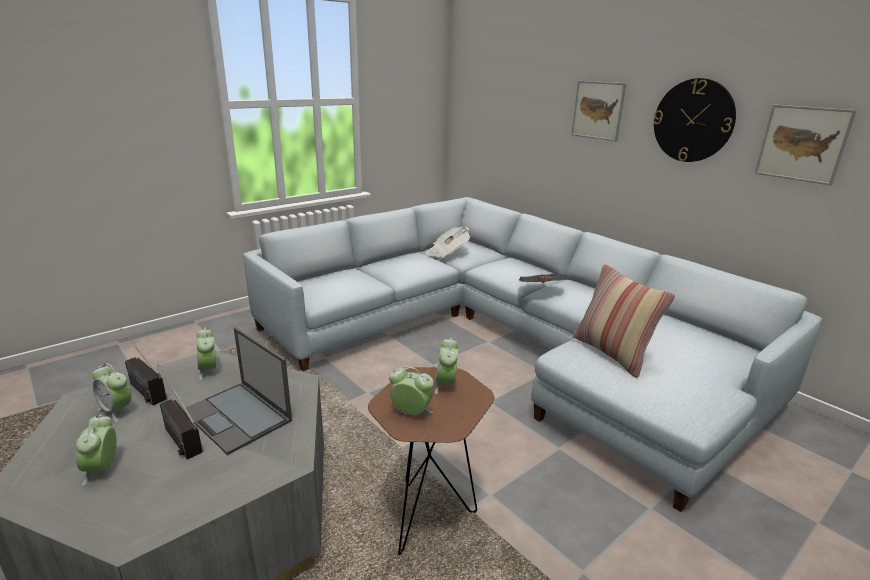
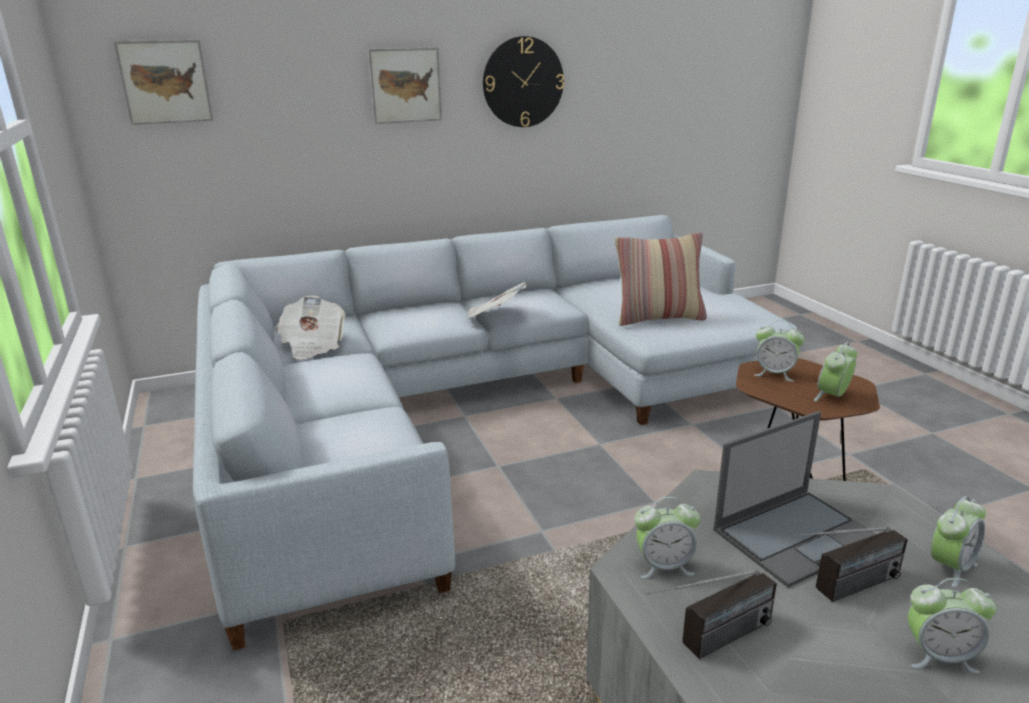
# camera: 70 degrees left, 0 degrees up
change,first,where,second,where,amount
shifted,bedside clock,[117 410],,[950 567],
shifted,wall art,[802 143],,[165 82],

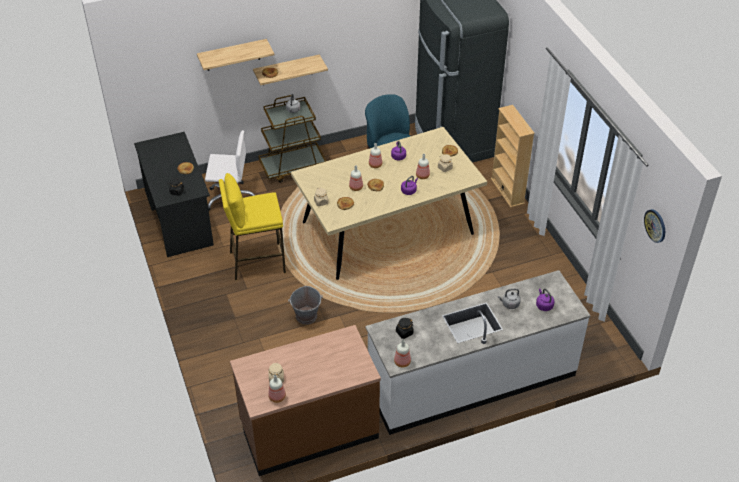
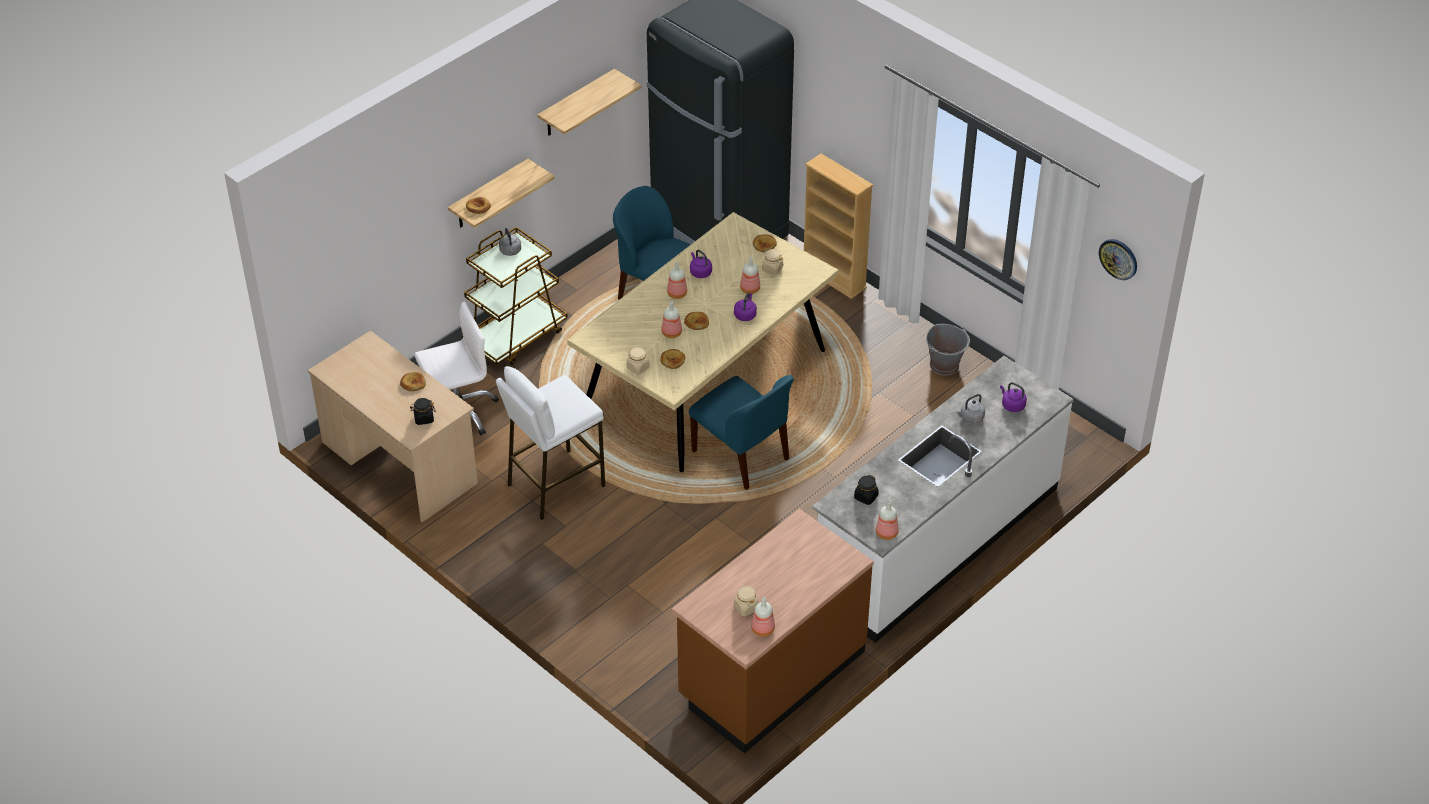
# camera: 25 degrees left, 0 degrees up
change,first,where,second,where,amount
new,,,bluish upright chair,[742 456],
shifted,bracket shelf,[232 55],,[576 104],
shifted,greyish water bucket,[306 316],,[945 365],
repainted,blackish desk unit,[179 218],beige-coloured desk unit,[399 463],
repainted,yellow-coloured sitting stool,[257 261],white sitting stool,[555 485],

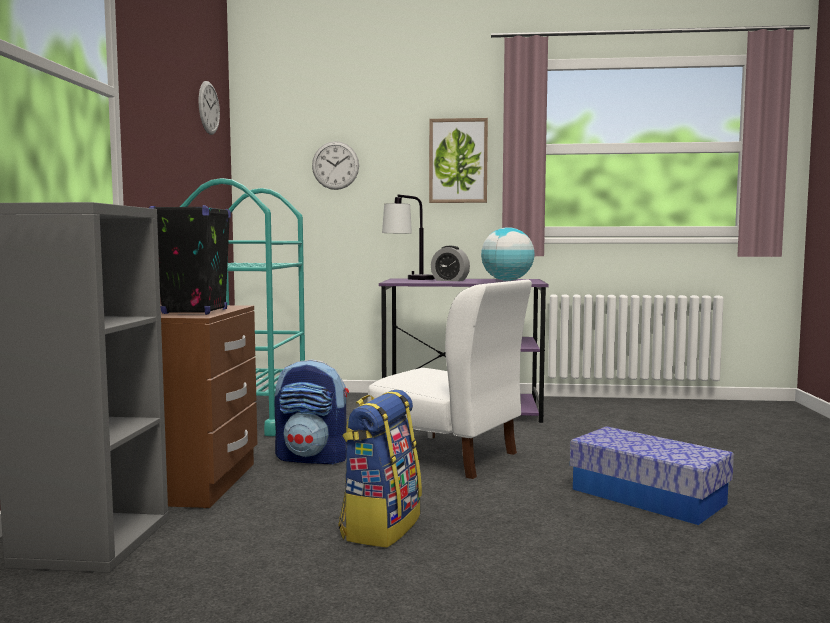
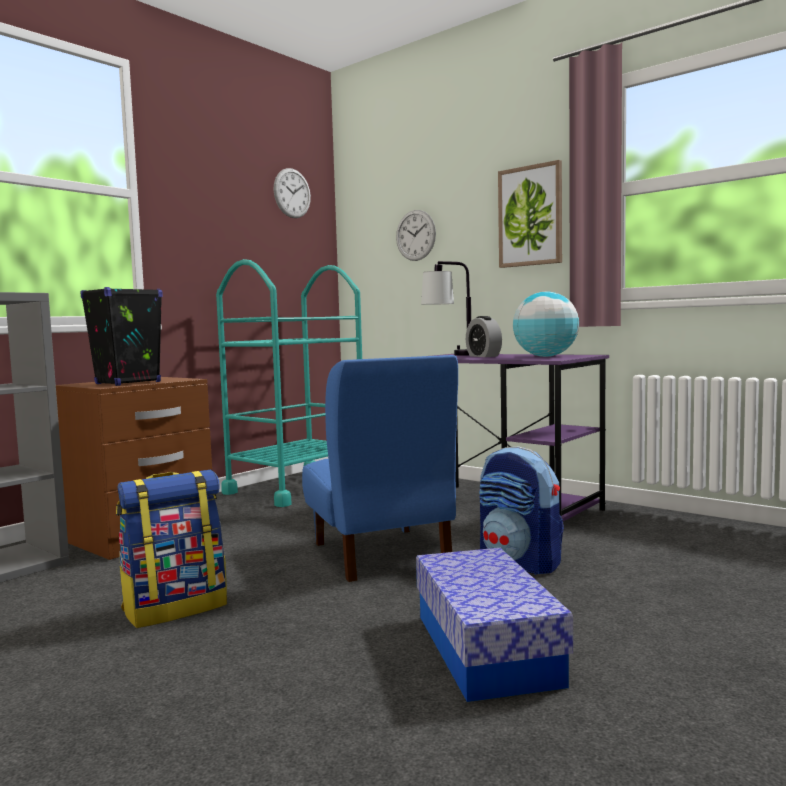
# camera: 35 degrees right, 0 degrees up
change,first,where,second,where,amount
shifted,backpack,[313 458],,[520 562],
repainted,white upright chair,[450 456],bluish upright chair,[380 553],

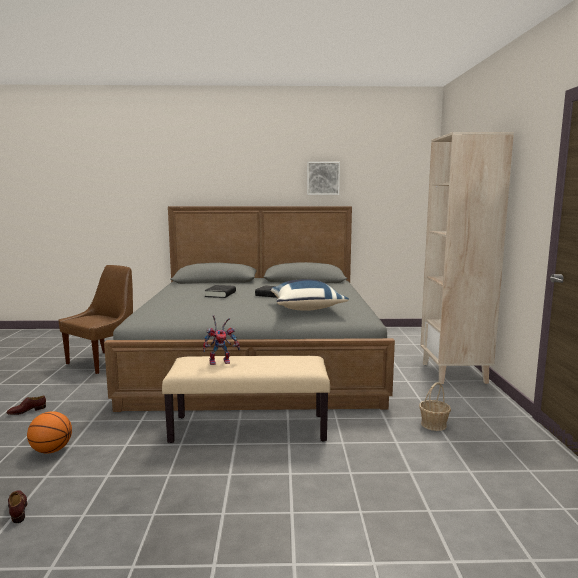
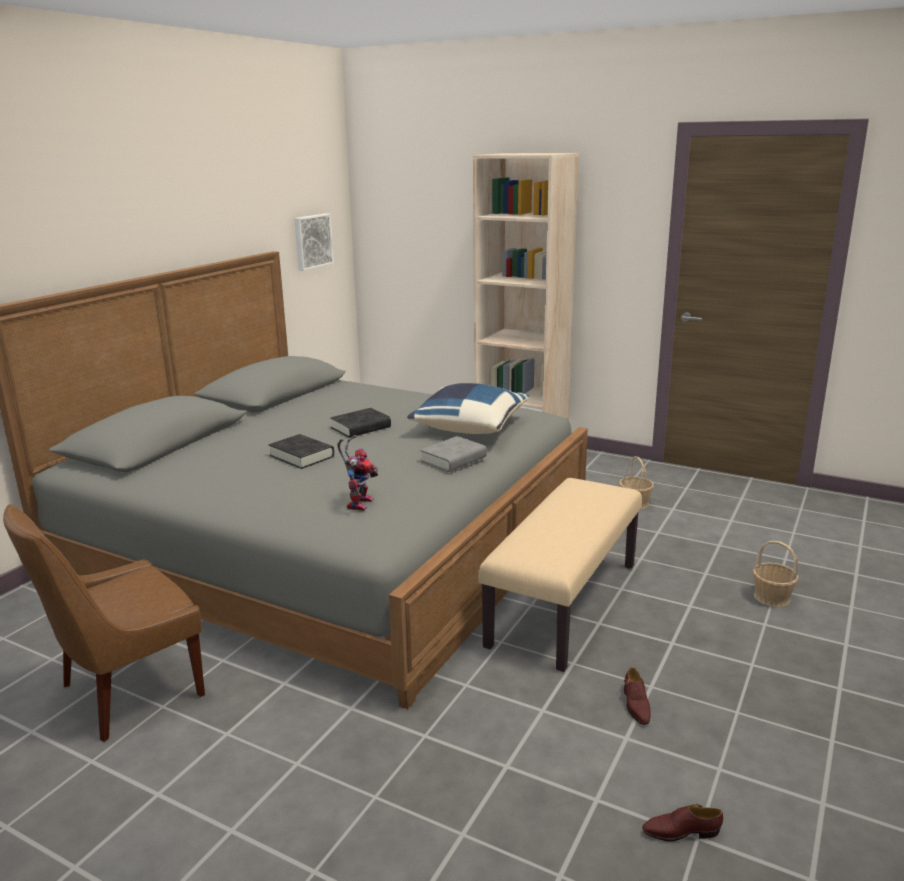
# camera: 60 degrees left, 10 degrees up
change,first,where,second,where,amount
gone,basketball,[51 450],,,
new,,,greyish book,[453 459],
new,,,storage basket,[771 597],
shifted,brown low shoe,[27 411],,[635 705],
shifted,toy robot,[221 361],,[359 502],
shifted,wall art,[323 178],,[312 241],
rotated,brown upright chair,[103 362],,[127 692],105 degrees counterclockwise

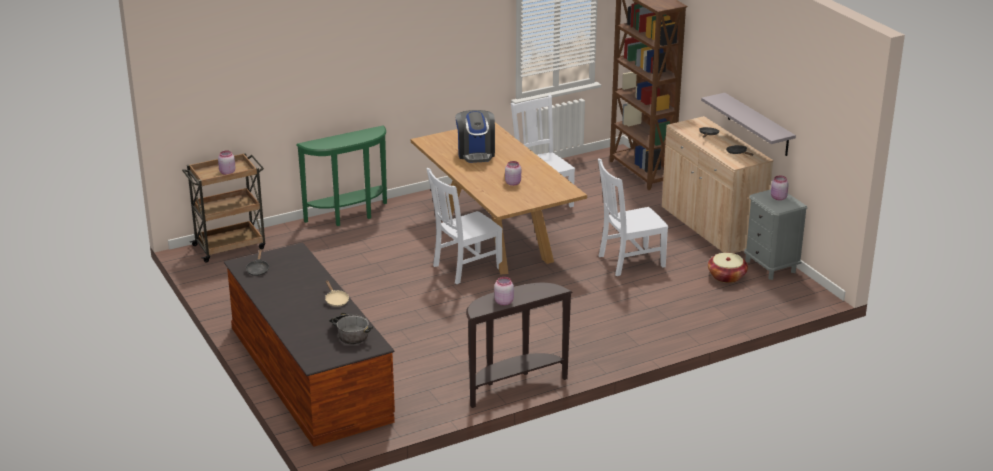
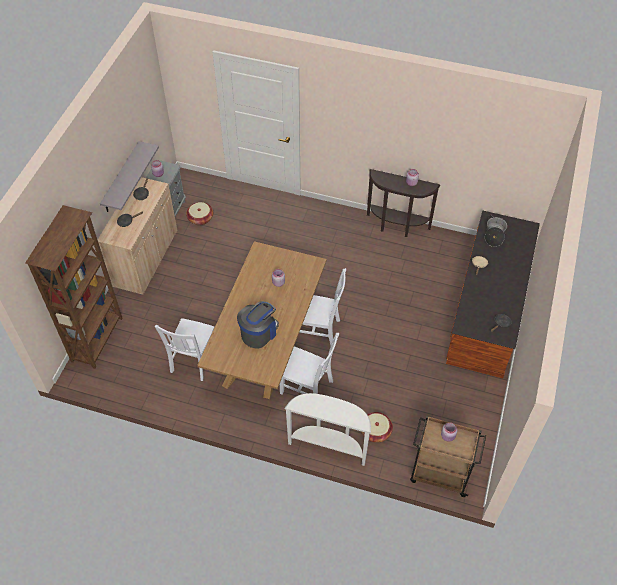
# camera: 135 degrees left, 25 degrees up
change,first,where,second,where,amount
new,,,storage basket,[375 431],
shifted,white upright chair,[629 261],,[308 388],
repainted,green-coloured narrow table,[350 216],white narrow table,[328 445],

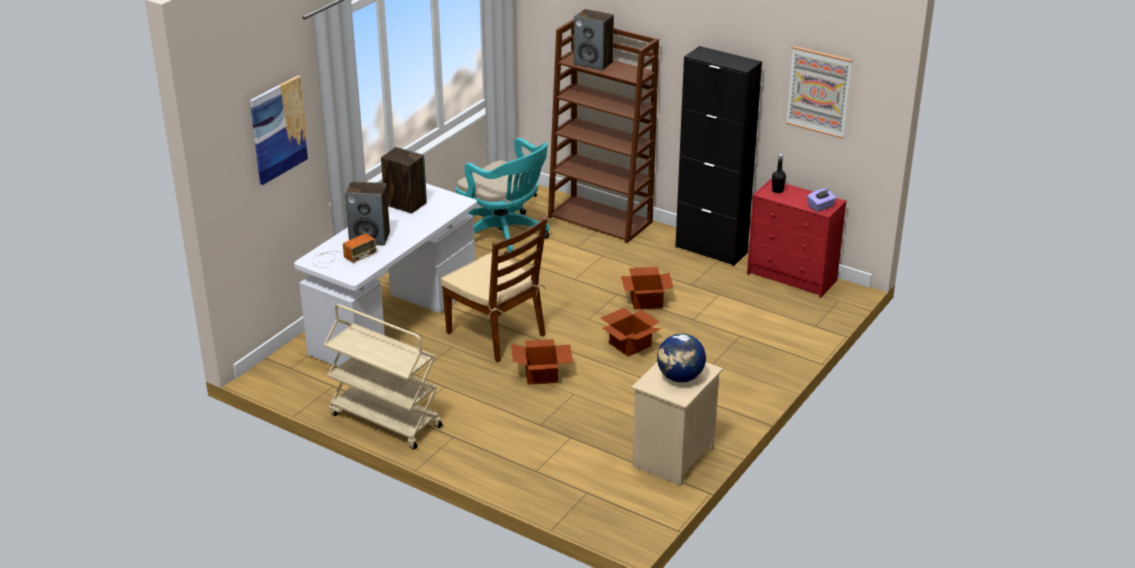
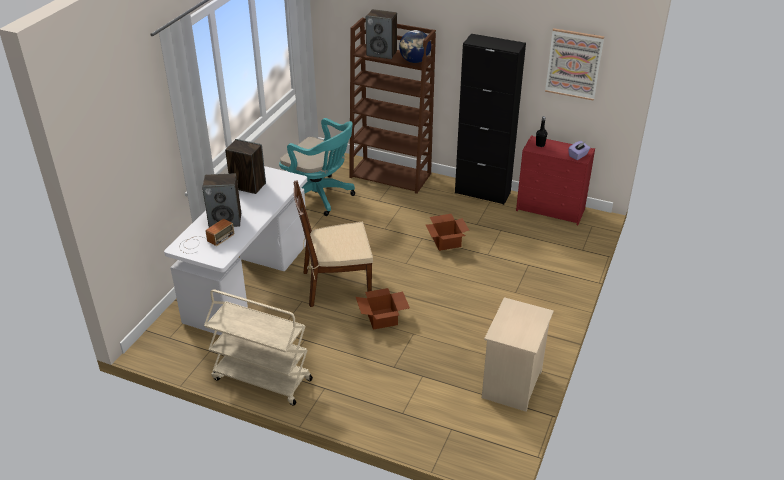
# camera: 10 degrees left, 5 degrees up
change,first,where,second,where,amount
gone,wall art,[278 129],,,
gone,carton,[630 344],,,
shifted,world globe,[680 378],,[415 61],
rotated,brown upright chair,[497 334],,[336 285],135 degrees clockwise

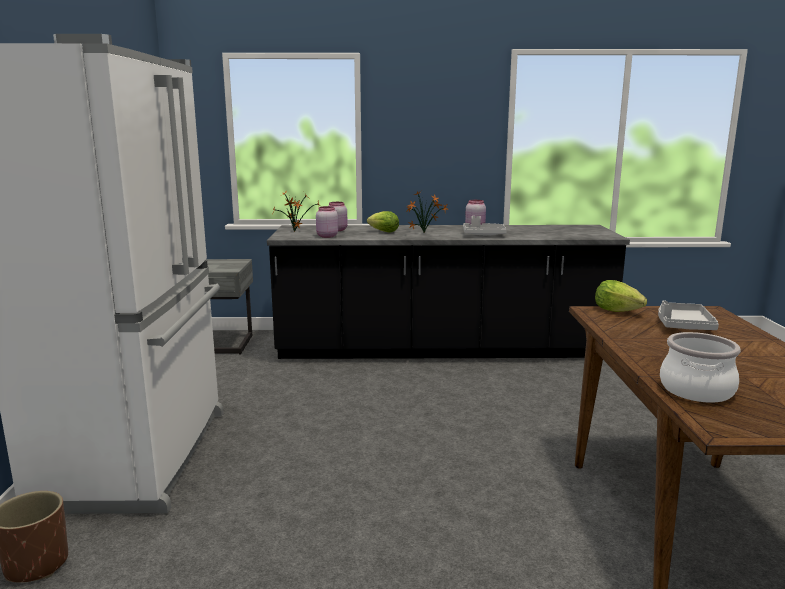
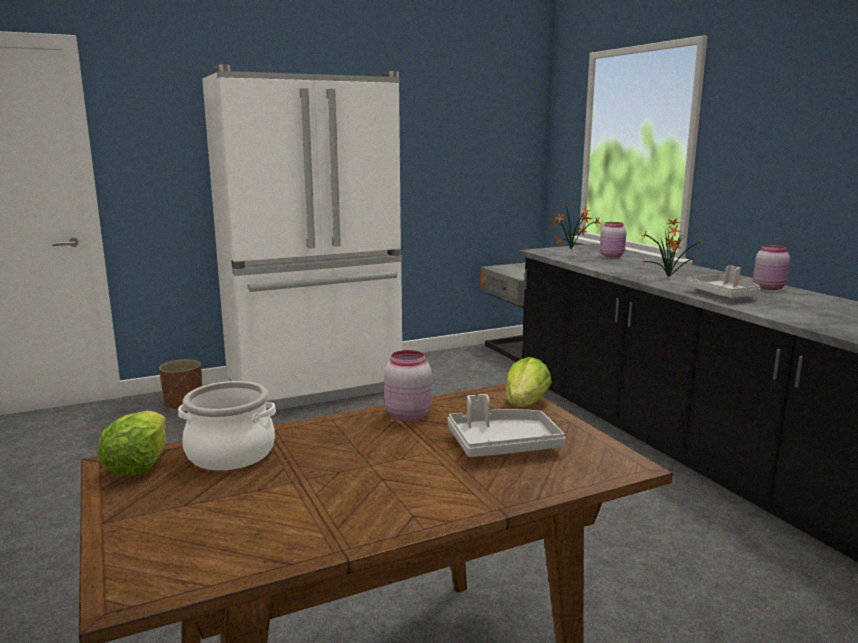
# camera: 65 degrees right, 0 degrees up
change,first,where,second,where,amount
shifted,pink-coloured storage jar,[326 236],,[407 415],
shifted,head of lettuce,[384 232],,[138 465],

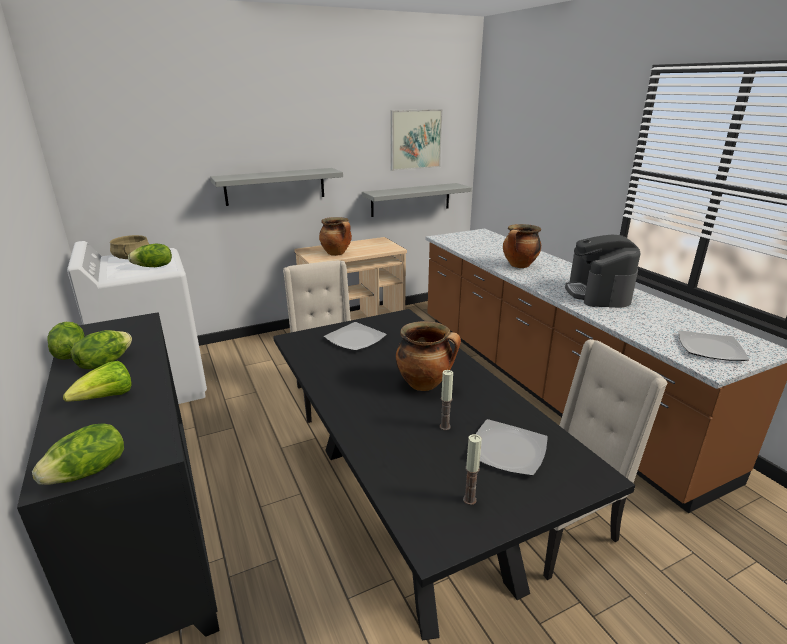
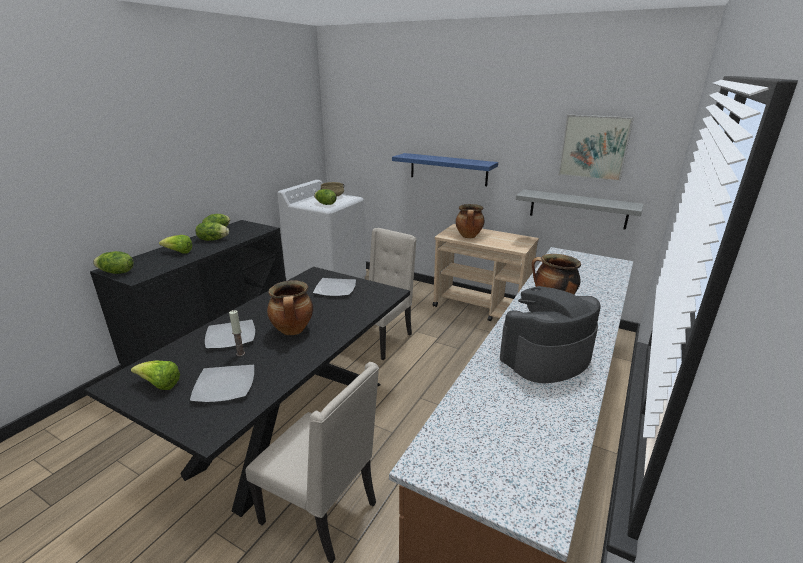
# camera: 55 degrees right, 0 degrees up
change,first,where,second,where,amount
shifted,plate,[709 348],,[231 336],
swapped,wax light,[469 500],head of lettuce,[160 385],
repainted,greyish bracket shelf,[275 186],bluish bracket shelf,[448 169],

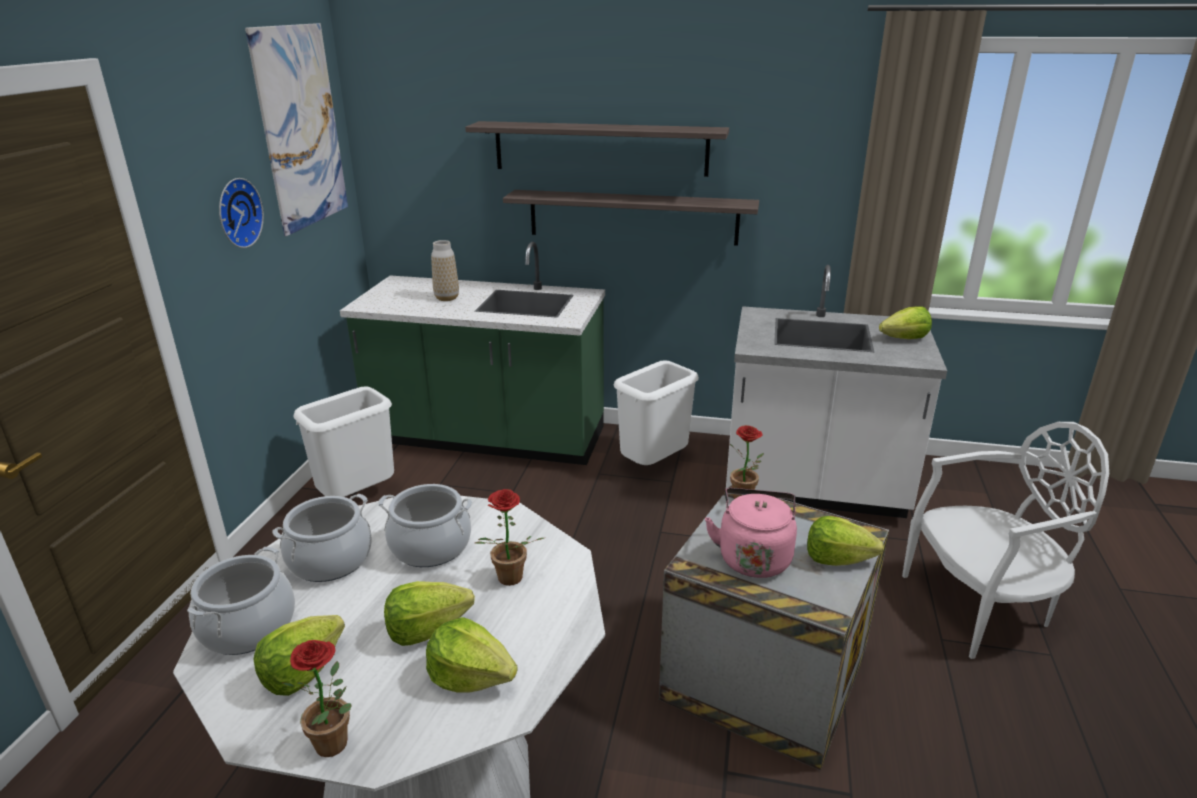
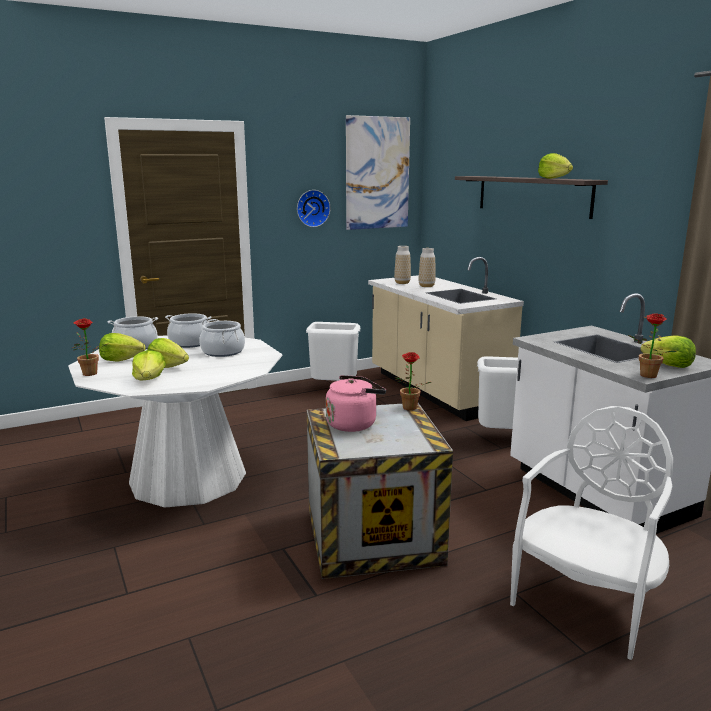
# camera: 50 degrees right, 10 degrees down
change,first,where,second,where,amount
gone,bracket shelf,[632 217],,,
new,,,flower vase,[402 283],
shifted,plant in a pot,[508 581],,[645 376],
shifted,head of lettuce,[837 559],,[554 178],
repainted,green-coloured kitchen counter,[487 439],beige-coloured kitchen counter,[435 391],
rotated,white upright chair,[981 607],,[587 603],90 degrees counterclockwise

